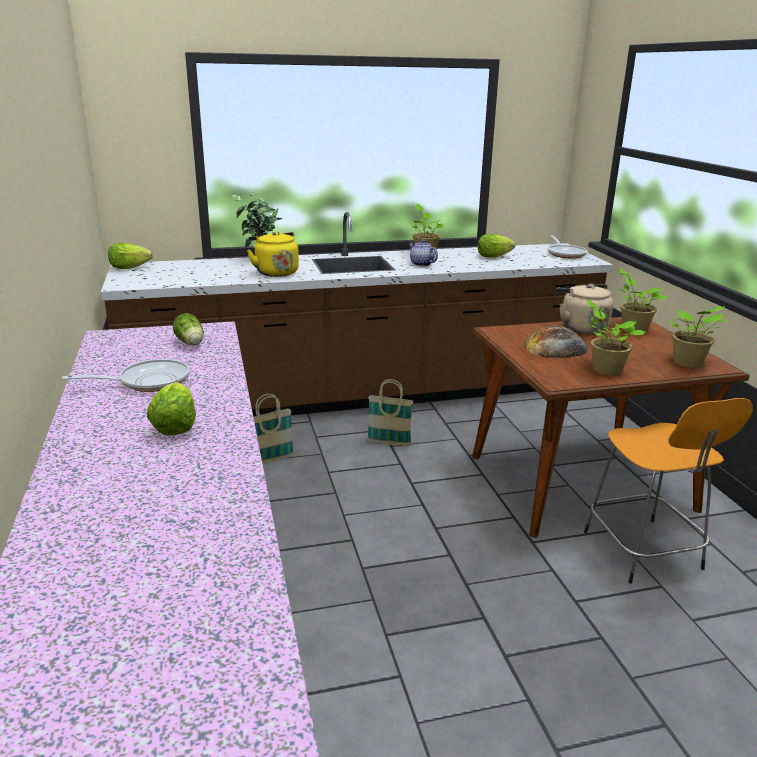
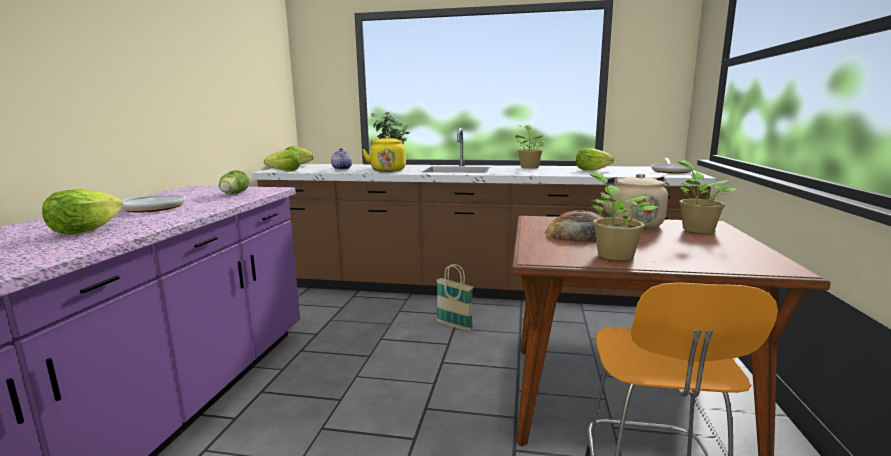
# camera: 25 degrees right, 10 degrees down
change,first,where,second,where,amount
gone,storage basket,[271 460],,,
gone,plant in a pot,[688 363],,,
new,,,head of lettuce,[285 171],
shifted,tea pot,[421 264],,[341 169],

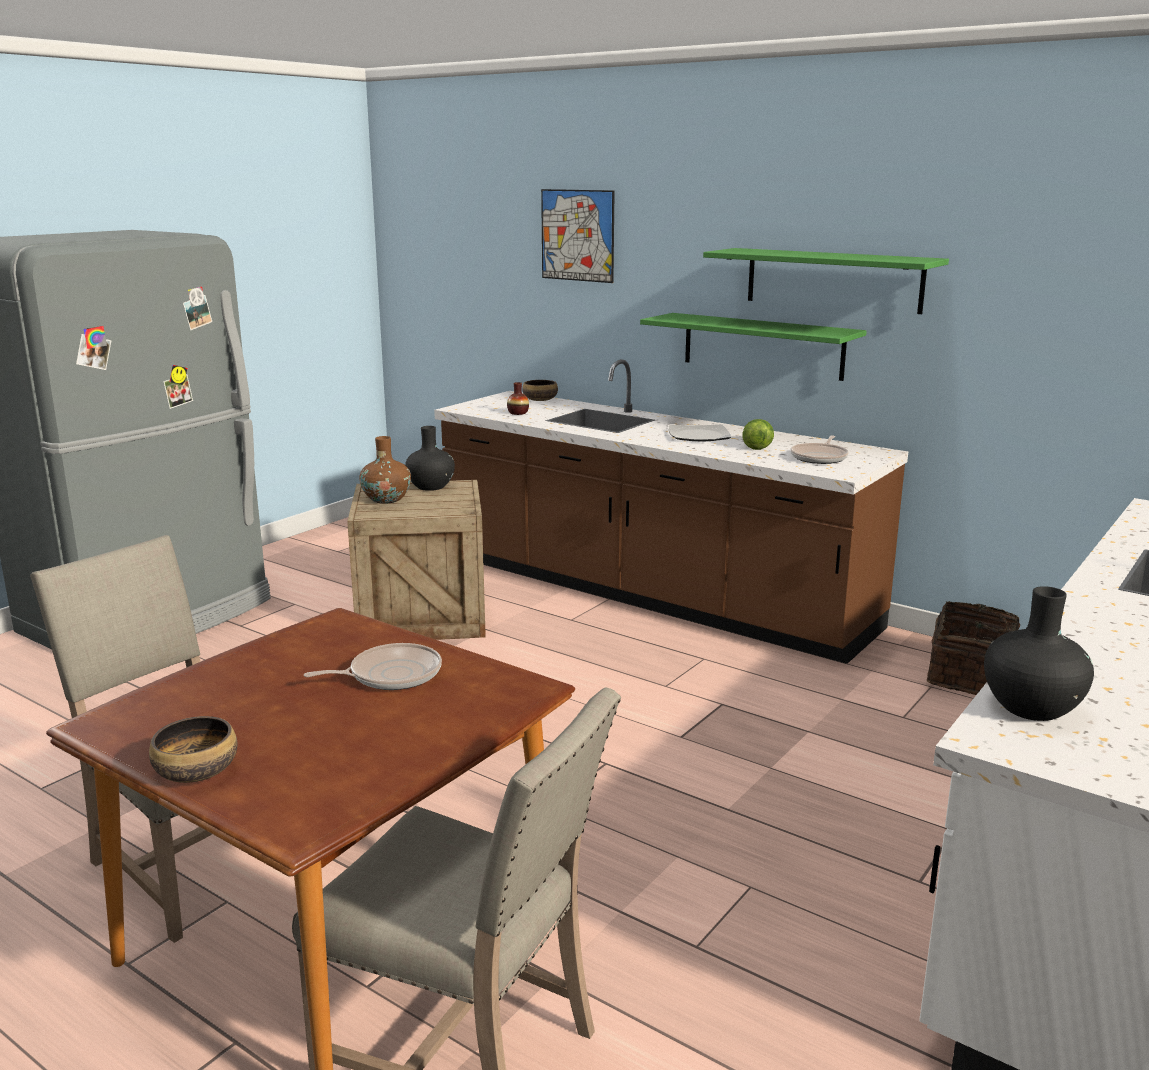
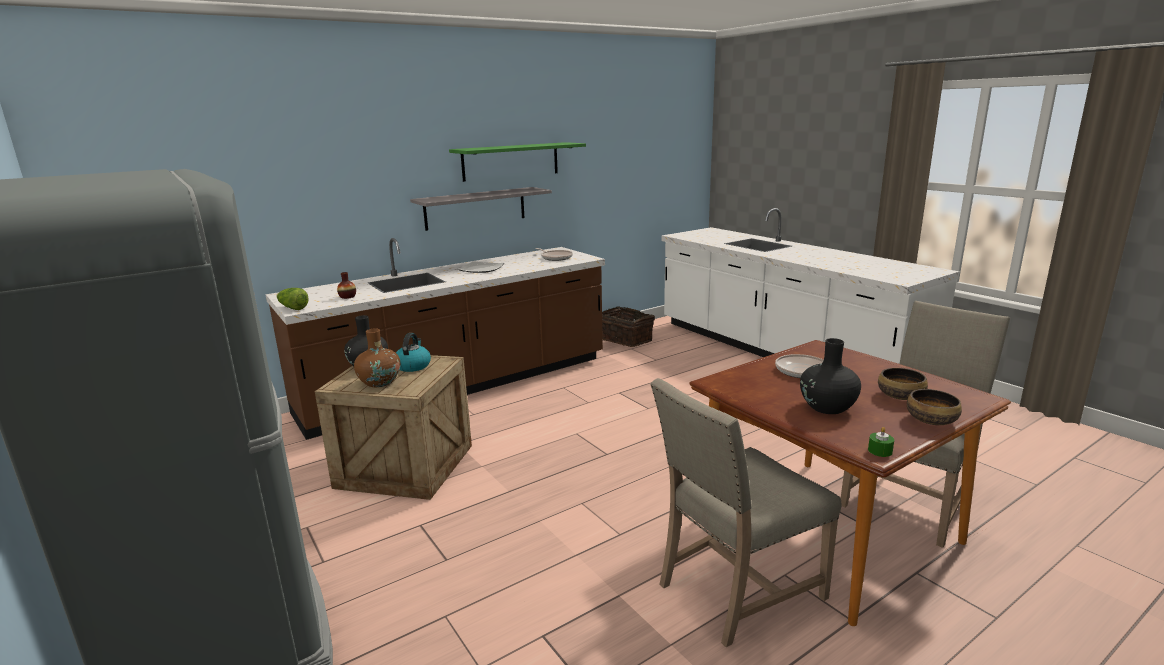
# camera: 70 degrees left, 0 degrees up
change,first,where,second,where,amount
gone,wall art,[577 235],,,
new,,,kettle,[413 366],
new,,,green-coloured wax light,[880 451],
shifted,serving bowl,[540 400],,[901 396],
shifted,head of lettuce,[757 446],,[292 308],
shifted,blackish flower vase,[1031 707],,[827 407],
repainted,green-coloured bracket shelf,[762 346],greyish bracket shelf,[475 208],

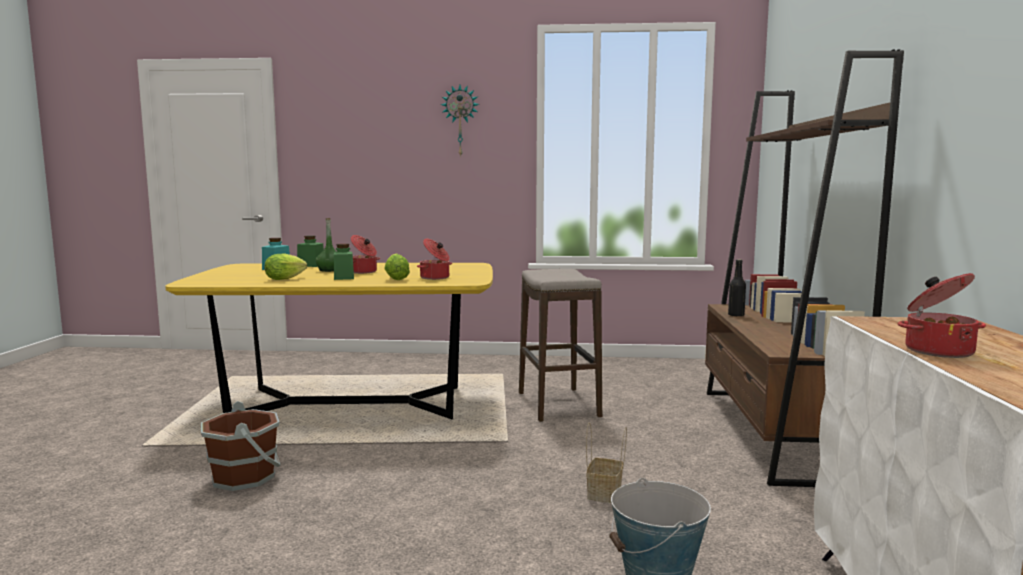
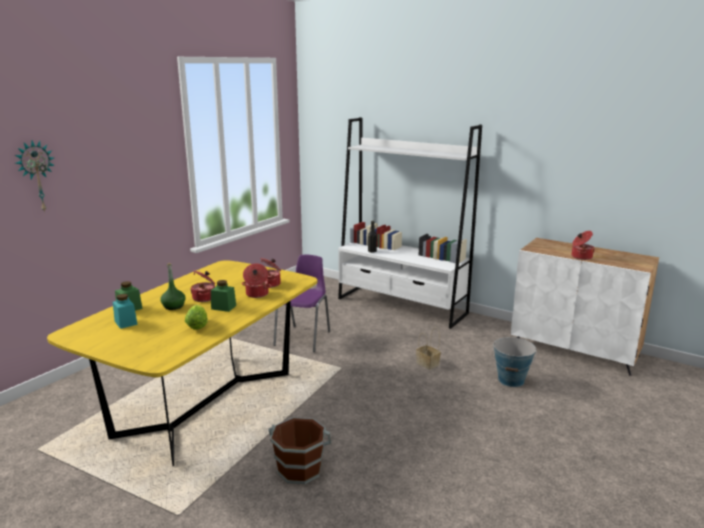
# camera: 60 degrees left, 10 degrees up
change,first,where,second,where,amount
shifted,clock on the wall,[460 121],,[36 176],
swapped,head of lettuce,[396 279],stockpot,[256 294],
swapped,sitting stool,[558 404],purplish upright chair,[304 338],
repainted,brown bookshelf,[771 433],white bookshelf,[401 306],

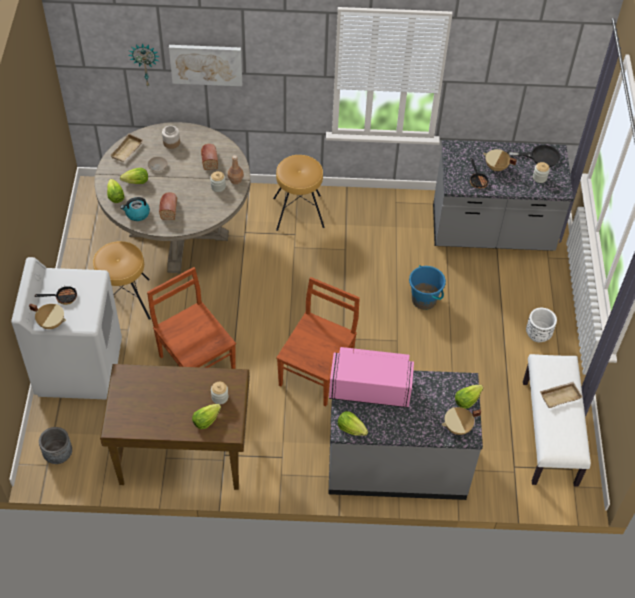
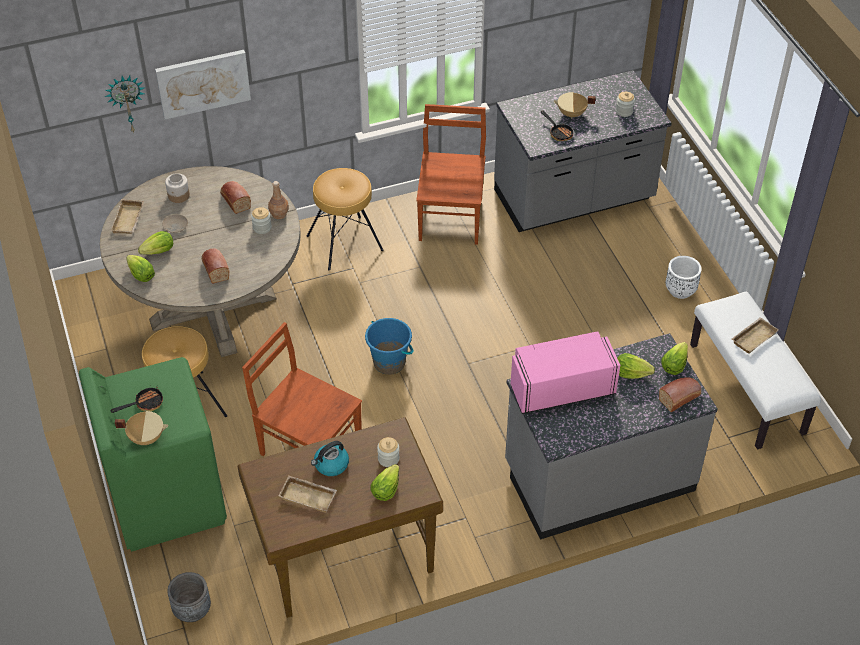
# camera: 20 degrees left, 5 degrees down
change,first,where,second,where,amount
gone,blackish frying pan,[539 157],,,
new,,,beige-coloured serving tray,[309 496],
shifted,kettle,[137 214],,[331 465],
shifted,brown upright chair,[317 371],,[451 217],
shifted,head of lettuce,[351 428],,[631 373],
shifted,bluish water bucket,[424 300],,[389 362],
swapped,beige-coloured stockpot,[458 428],baked bread,[680 397],
repainted,white laundry machine,[79 367],green-coloured laundry machine,[166 499],

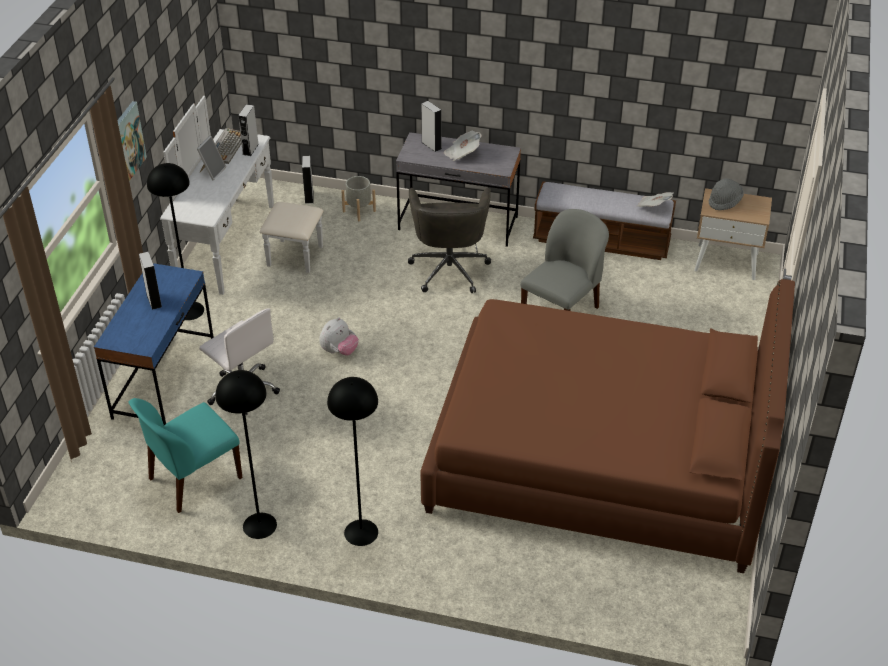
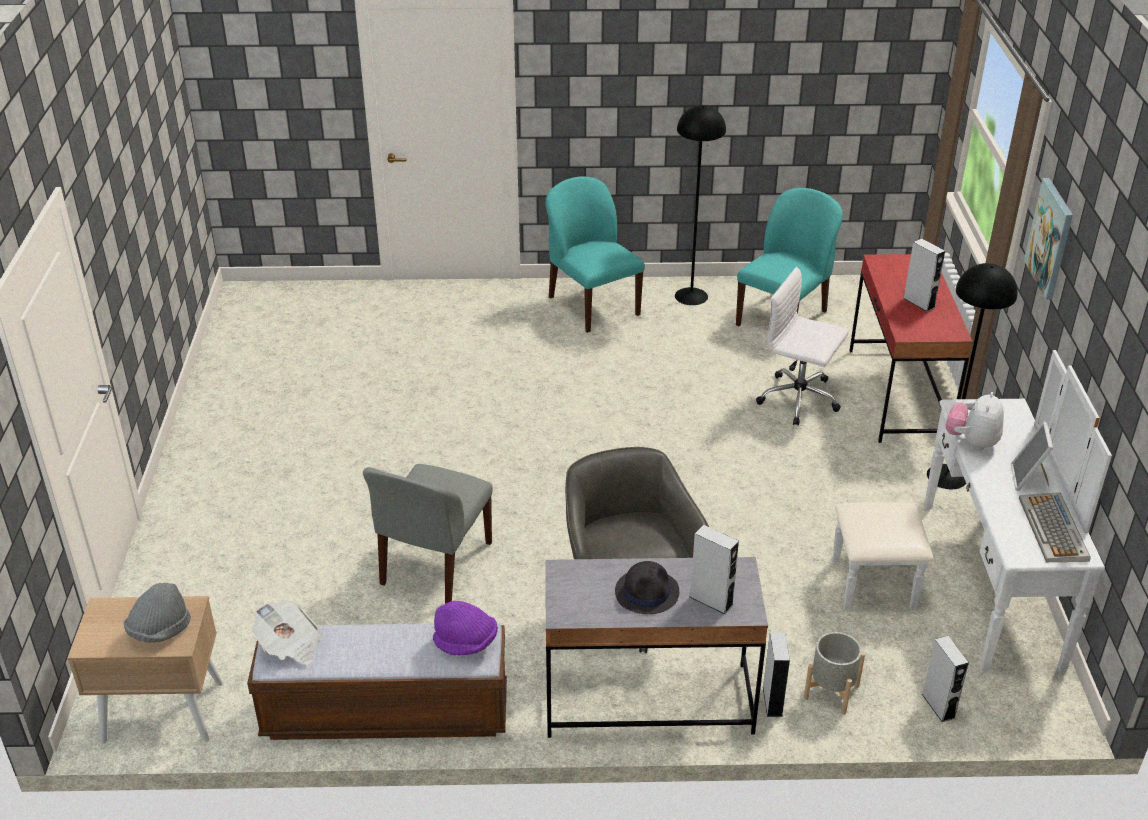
# camera: 165 degrees right, 5 degrees down
change,first,where,second,where,amount
gone,brown bedroom bed,[599 459],,,
new,,,purplish clothing hat,[466 642],
shifted,greyish audio speaker,[250 149],,[772 701],
shifted,plush toy,[339 351],,[971 442],
swapped,blackish standard lamp,[361 532],turquoise-coloured upright chair,[592 305],
swapped,newspaper,[462 154],blackish clothing hat,[647 592],
repainted,bluish desk unit,[164 380],red-coloured desk unit,[897 394],

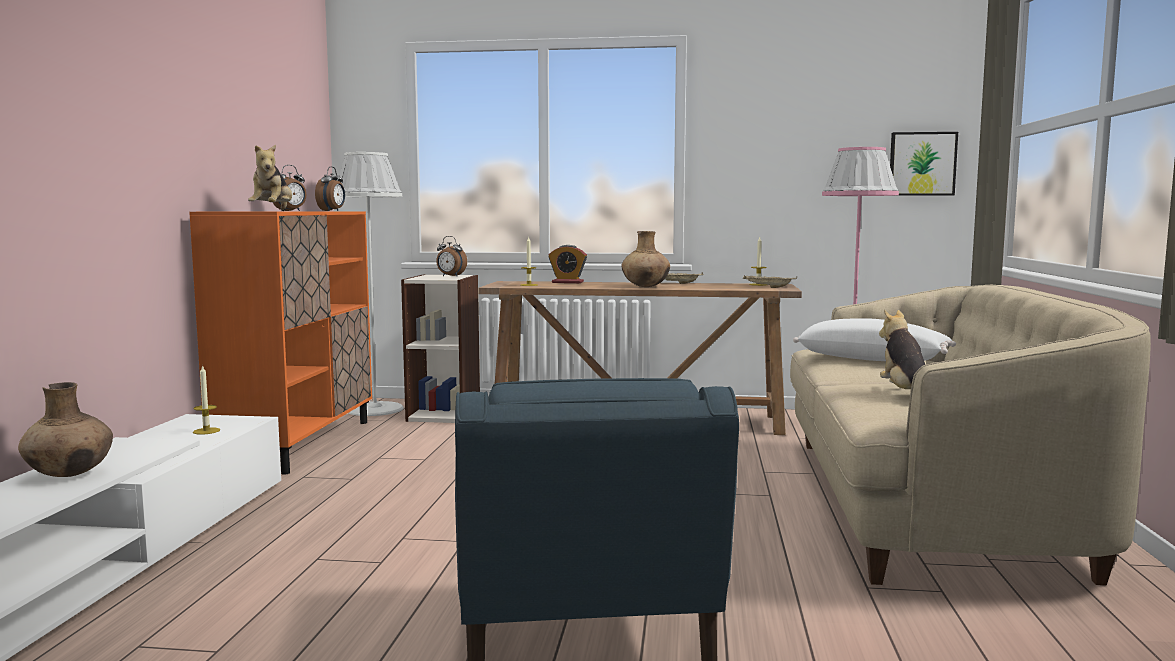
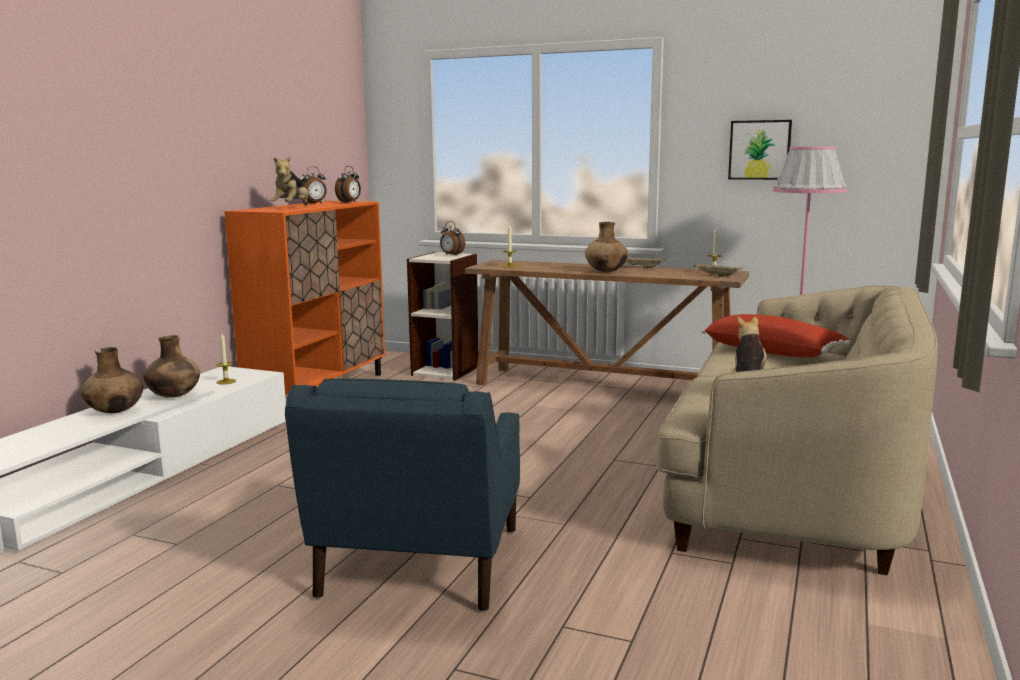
# camera: 15 degrees right, 5 degrees up
change,first,where,second,where,amount
gone,white standard lamp,[374 409],,,
gone,bedside clock,[567 282],,,
new,,,brown flower vase,[174 396],
shifted,wall art,[922 164],,[759 150],
repainted,white throw pillow,[873 359],red-coloured throw pillow,[773 352],

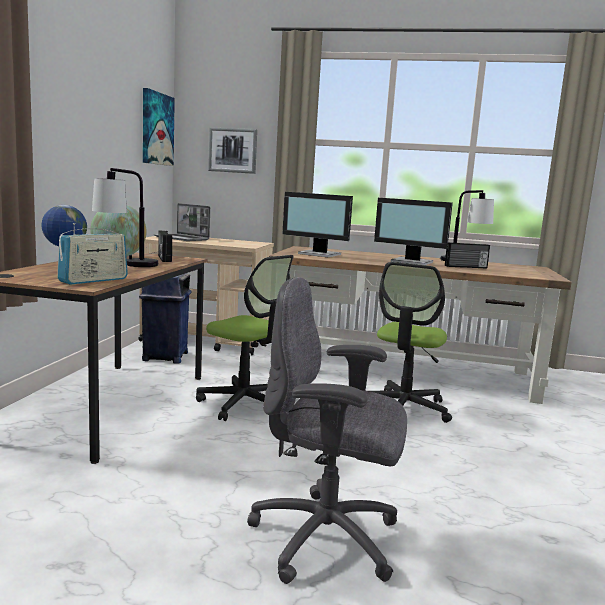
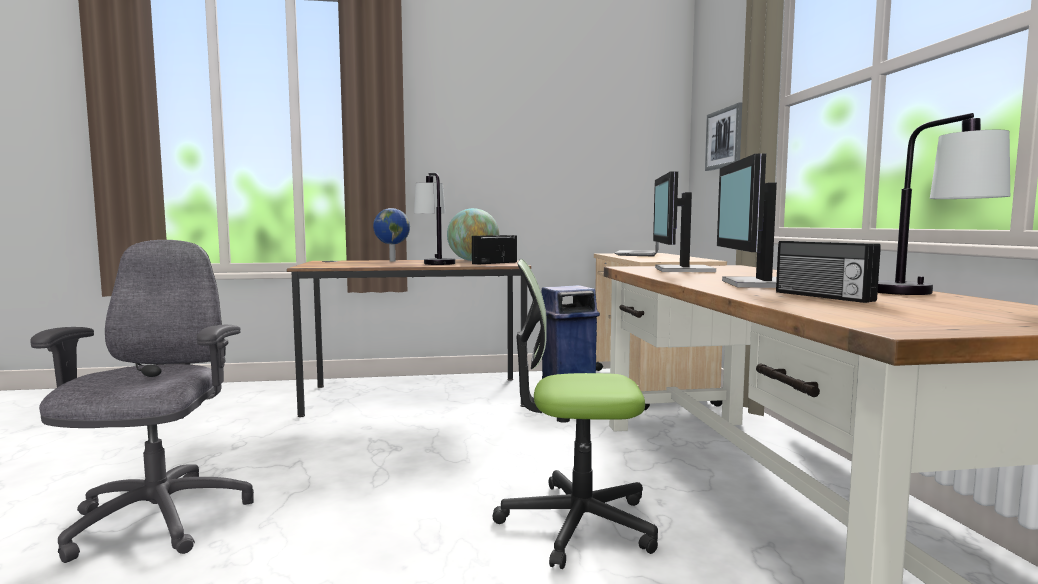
# camera: 70 degrees right, 5 degrees down
change,first,where,second,where,amount
gone,radio receiver,[94 280],,,
gone,wall art,[156 129],,,
gone,office chair,[245 403],,,

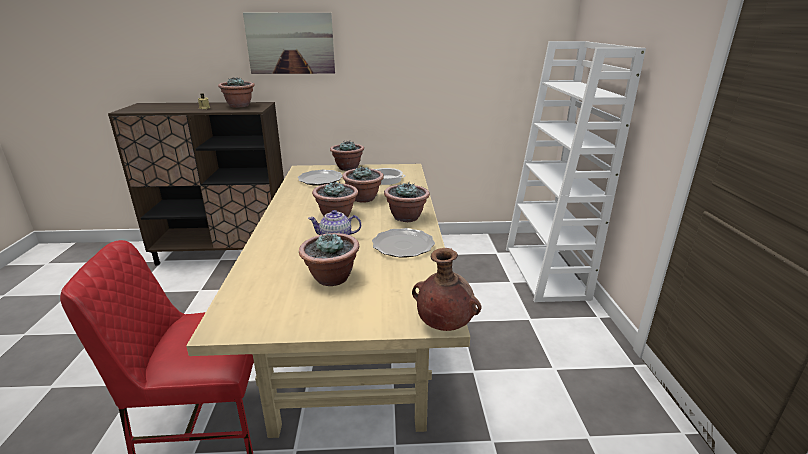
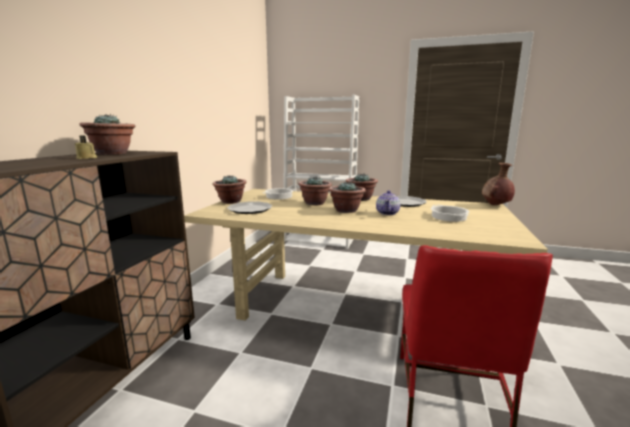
# camera: 70 degrees left, 10 degrees down
change,first,where,second,where,amount
gone,wall art,[290 43],,,
swapped,plant in a pot,[331 278],stockpot,[449 217],

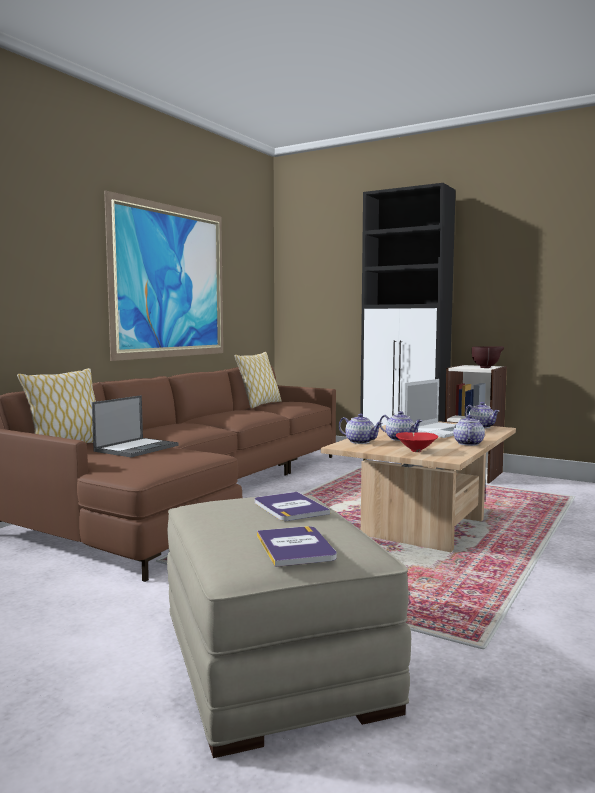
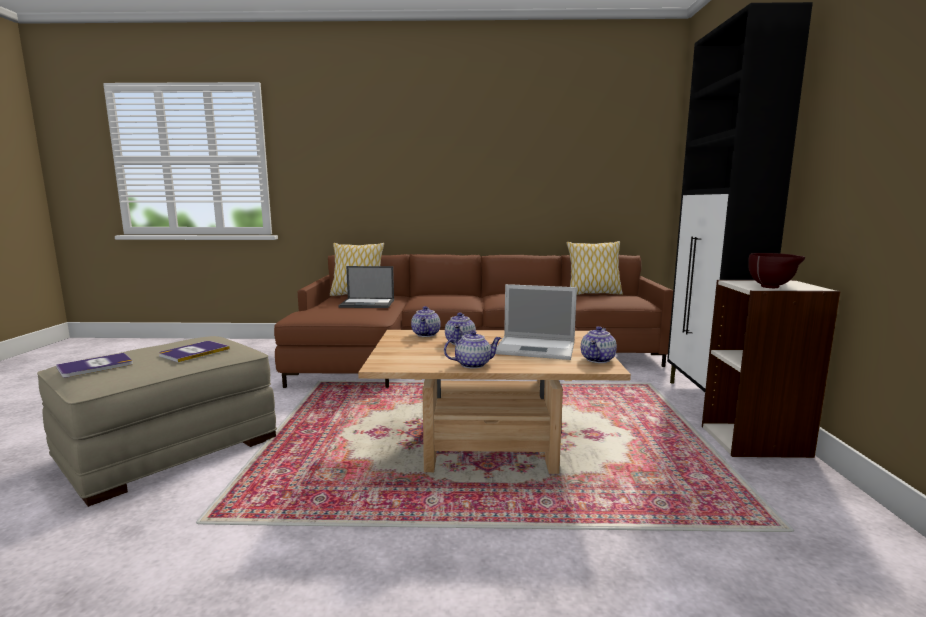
# camera: 60 degrees right, 5 degrees up
change,first,where,second,where,amount
gone,wall art,[170 281],,,
gone,red-coloured serving bowl,[416 451],,,

